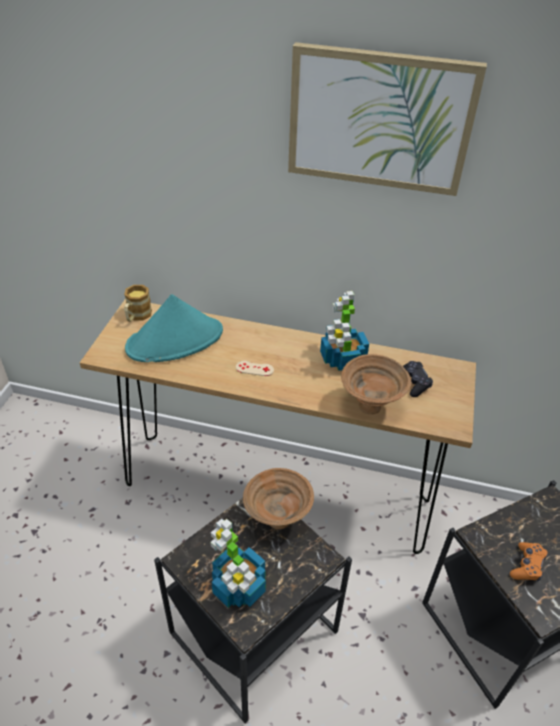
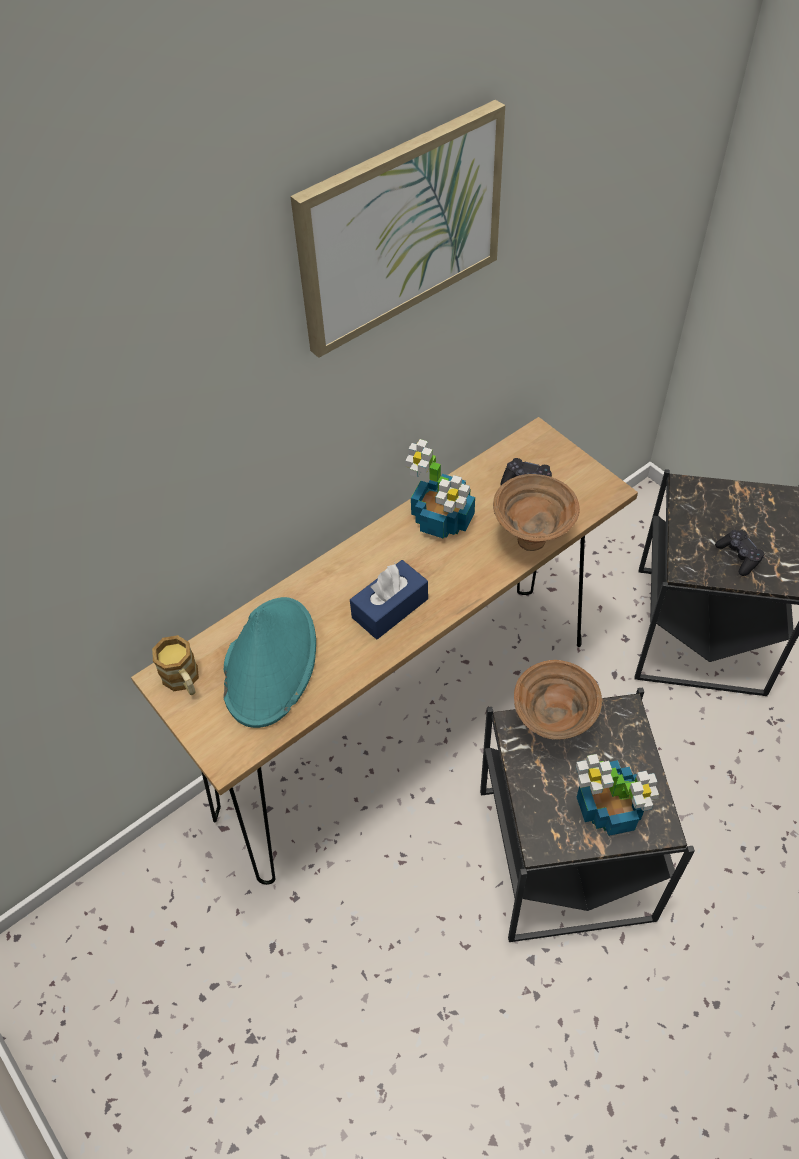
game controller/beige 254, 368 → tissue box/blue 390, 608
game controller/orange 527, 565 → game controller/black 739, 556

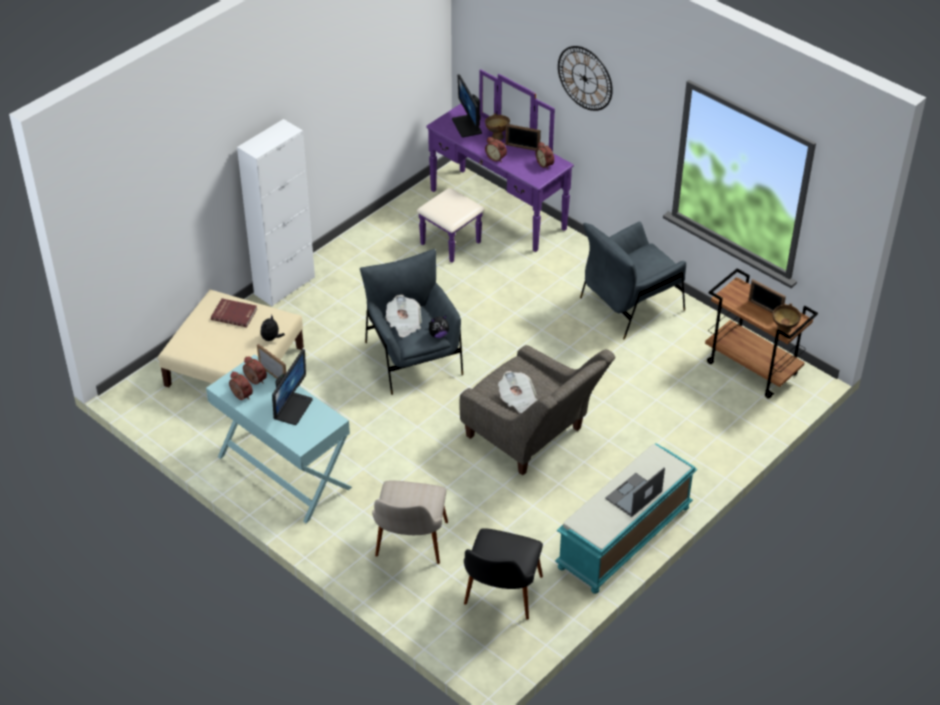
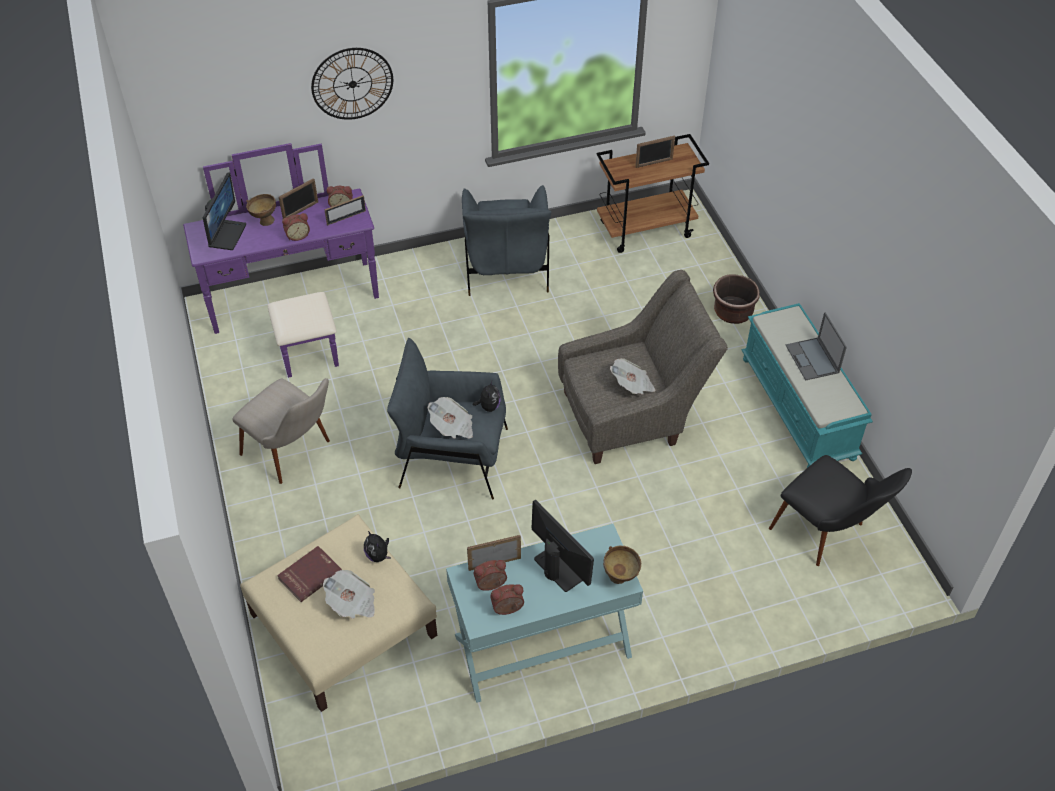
cabinet/white 284, 286 → -
chair/beige 409, 549 → chair/beige 295, 455, moved
monitor 467, 126 → monitor 226, 234, 90 degrees counterclockwise
bowl/brown 784, 330 → bowl/brown 621, 578, moved
- → newspaper 352, 603
- → picture frame 346, 217
- → planter/brown 732, 312

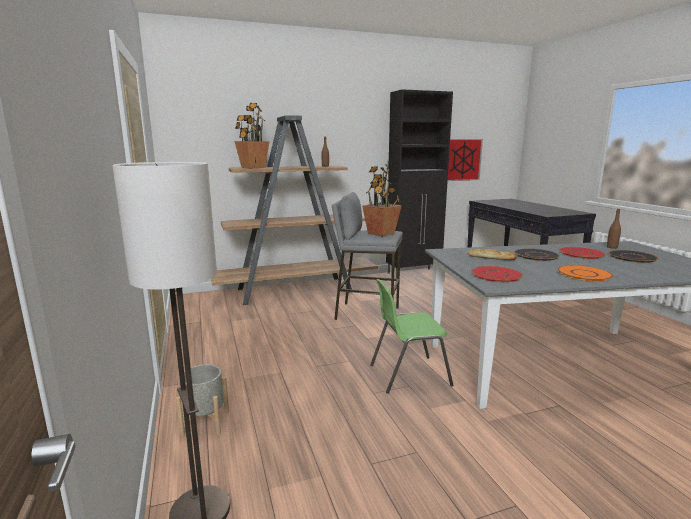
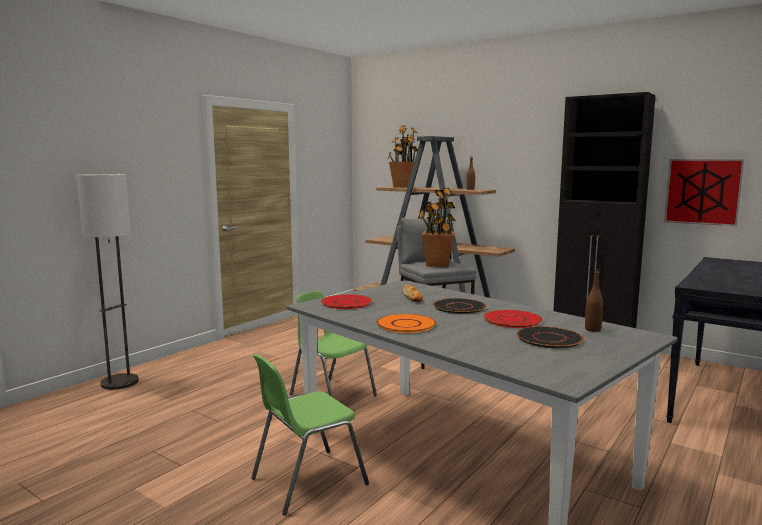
planter/grey 205, 423 → -
- → chair/green 307, 481

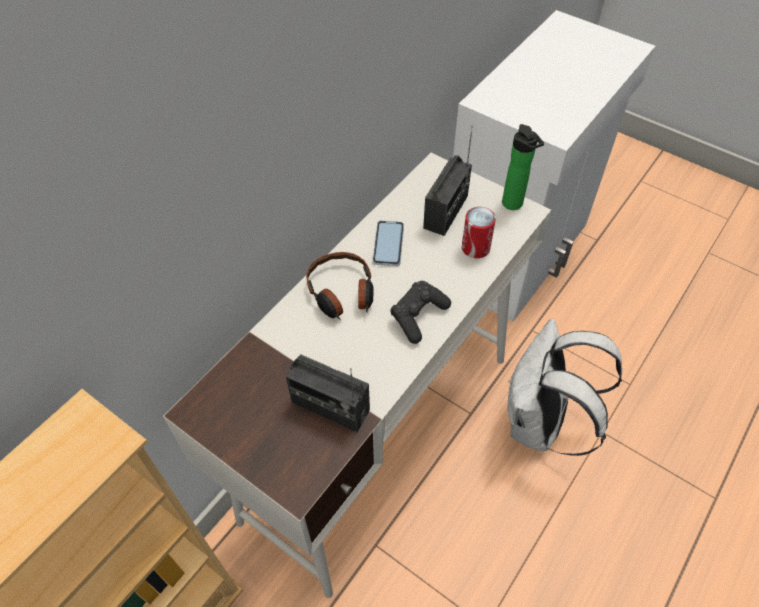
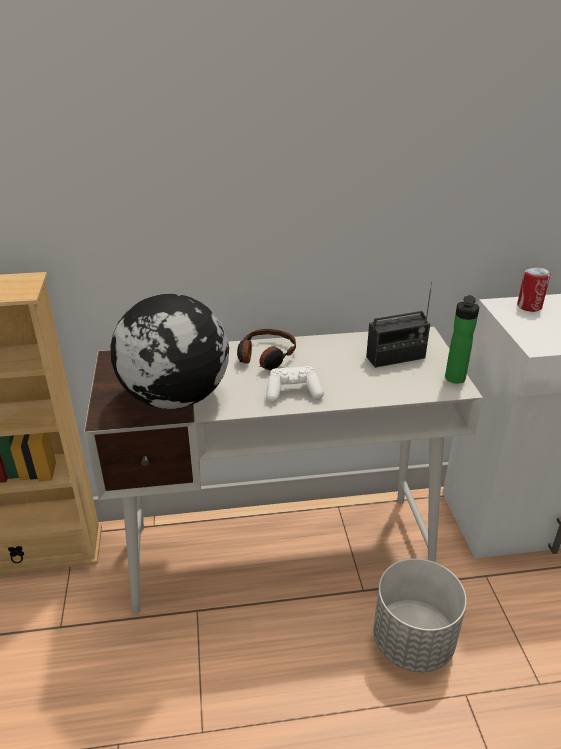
radio 330, 407 → globe 176, 398
phone 388, 244 → -
game controller/black 418, 316 → game controller/white 293, 392
can 475, 248 → can 529, 306, moved
backpack/white 540, 424 → planter/grey 412, 642

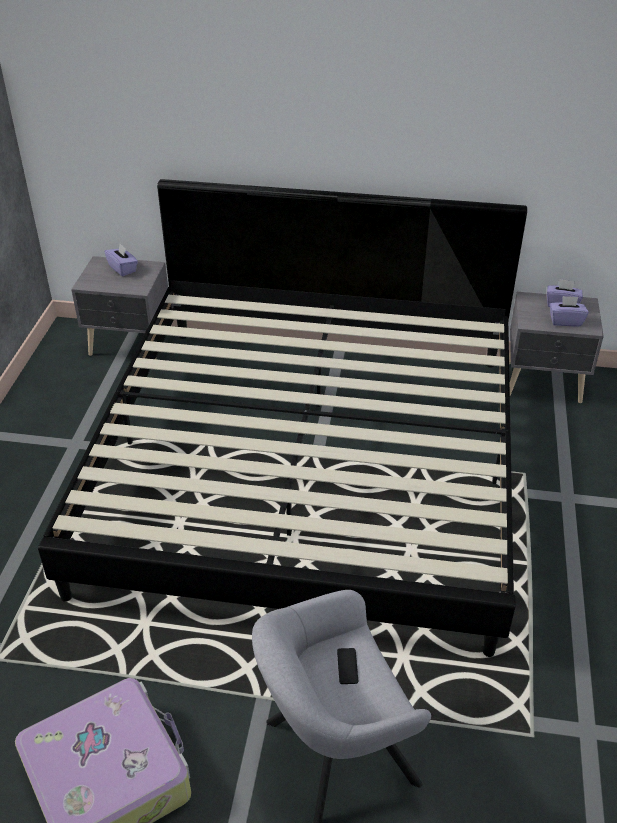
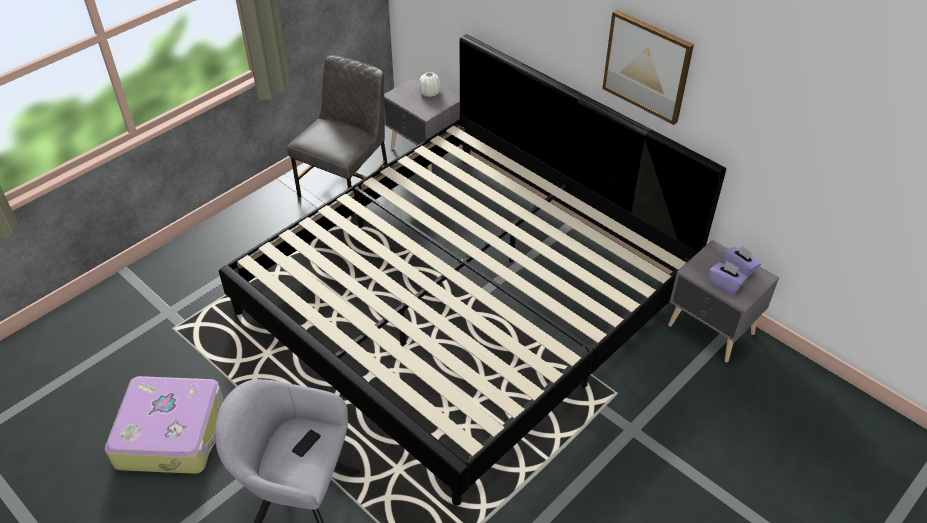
tissue box/purple 123, 269 → vase/white 429, 92
- → chair/grey 347, 186
- → picture 647, 66

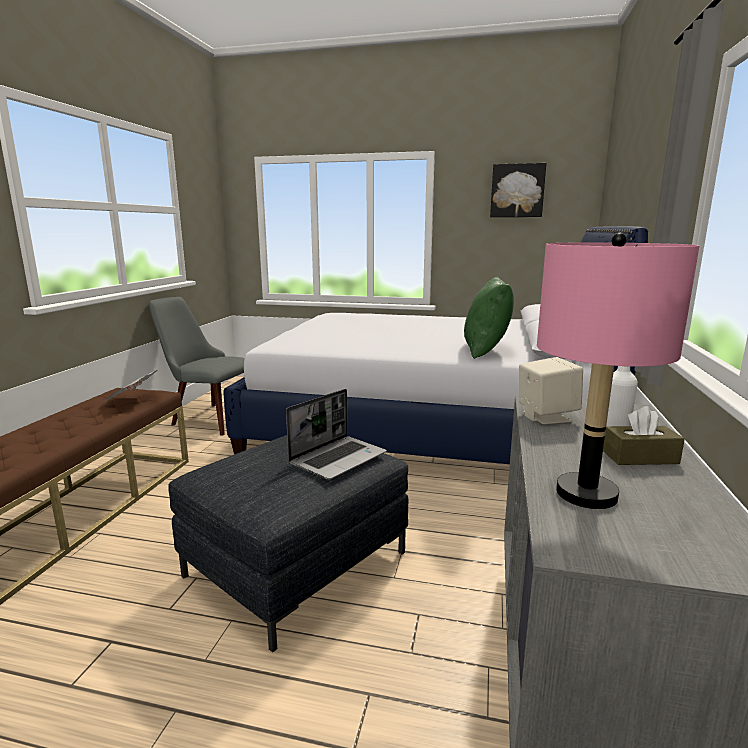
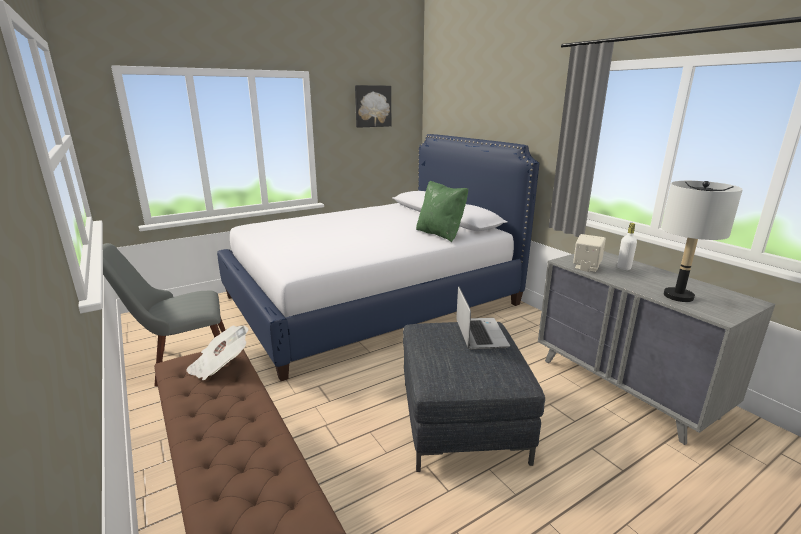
table lamp/pink 586, 494 → table lamp/grey 678, 296
tissue box/brown 640, 457 → -

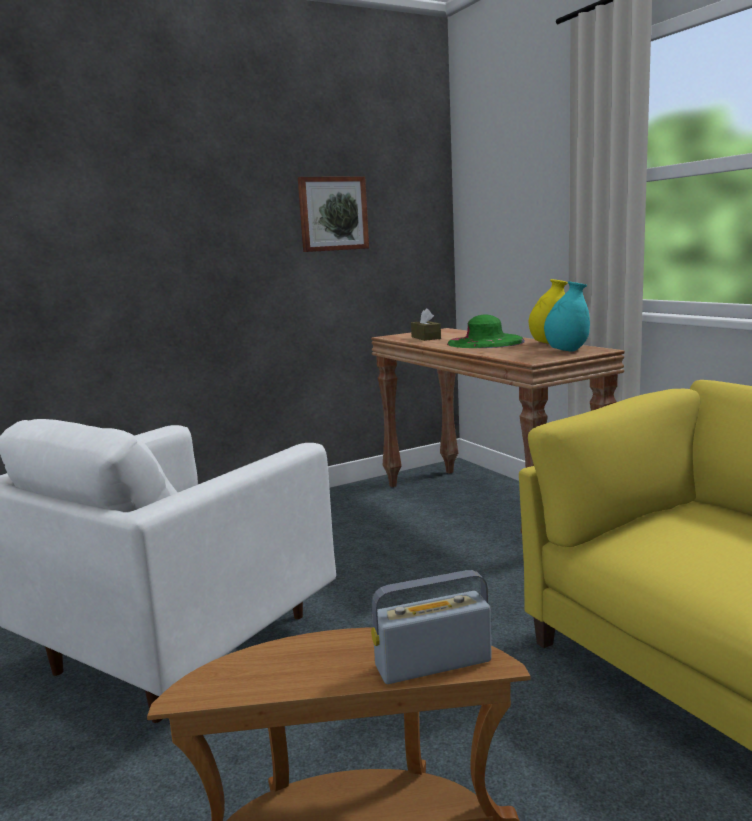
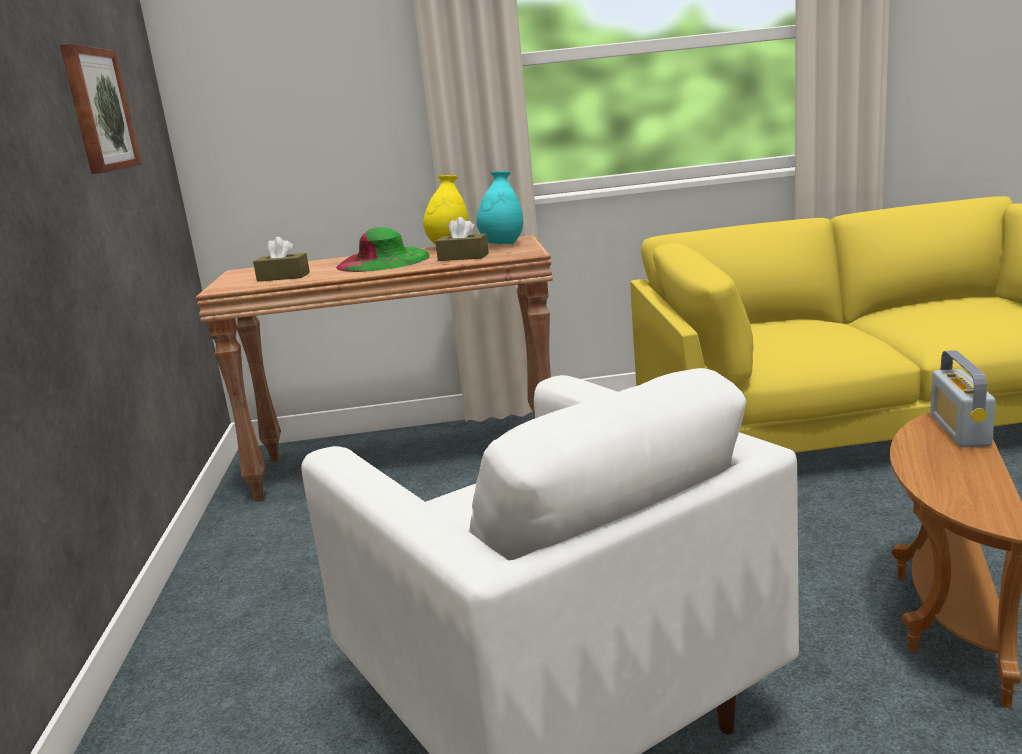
- → tissue box/brown 463, 257

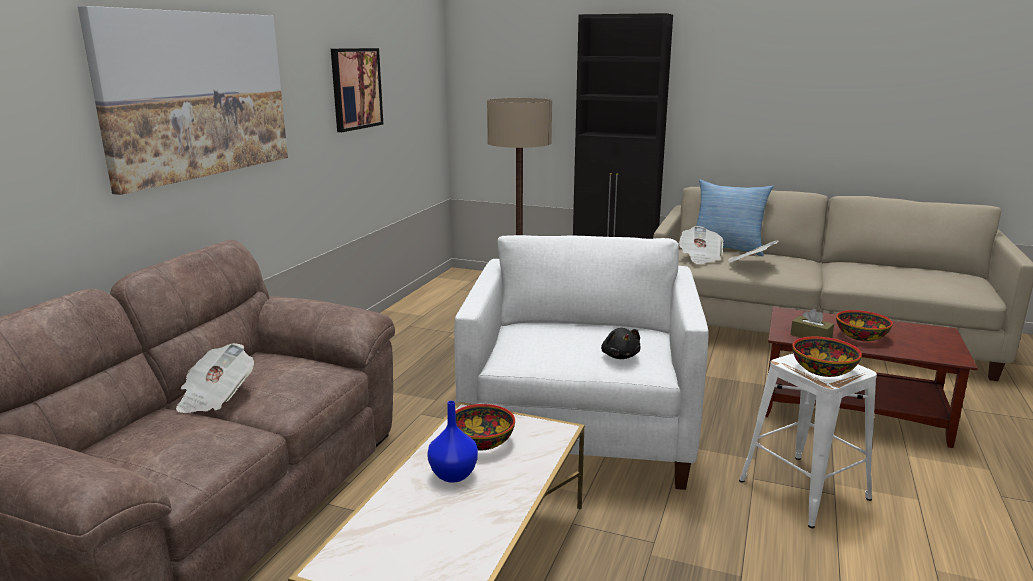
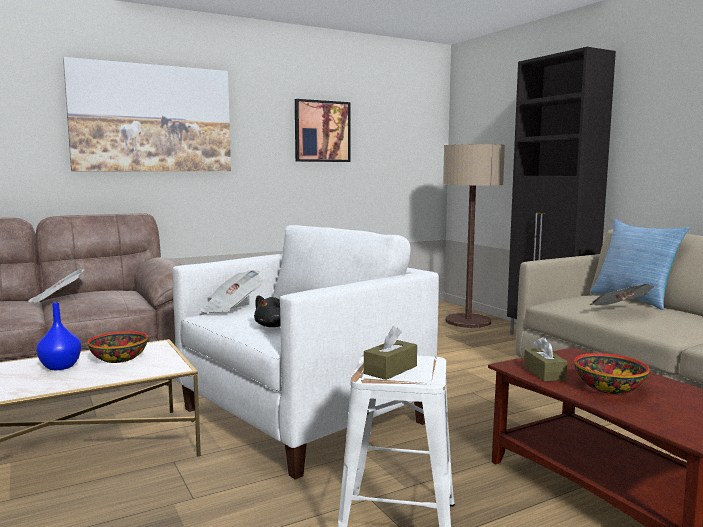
newspaper 700, 257 → newspaper 231, 308, moved
bowl 822, 370 → tissue box/brown 390, 370

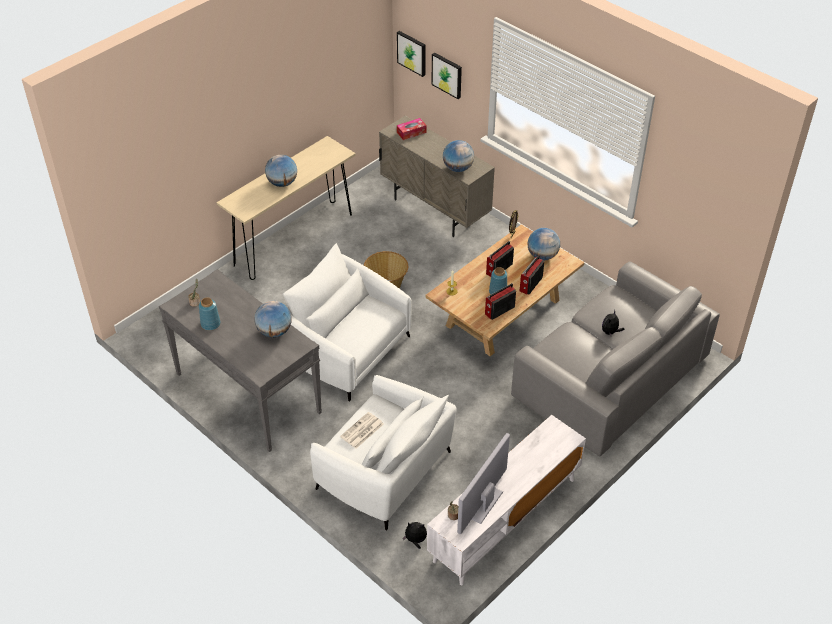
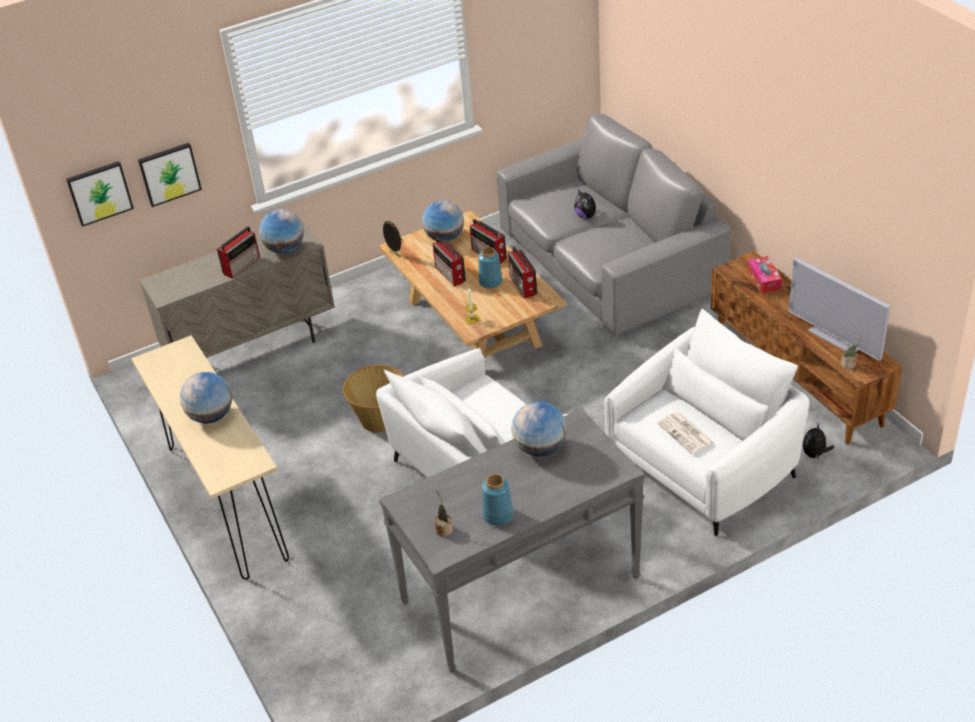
tissue box 411, 132 → tissue box 764, 279, moved
tv stand/white 505, 520 → tv stand/brown 797, 376
- → radio 242, 265

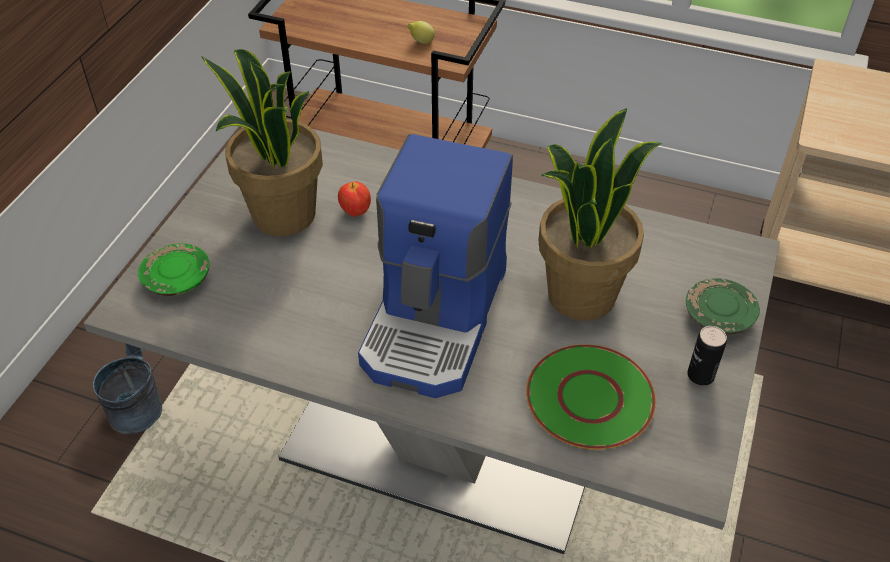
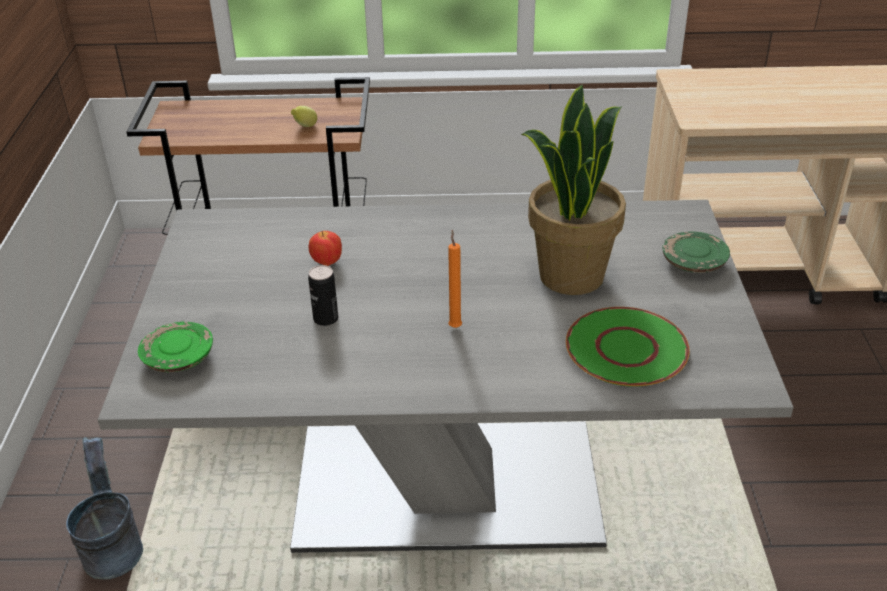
potted plant 282, 215 → -
coffee machine 437, 320 → candle/orange 455, 326
can 700, 375 → can 326, 319, moved

